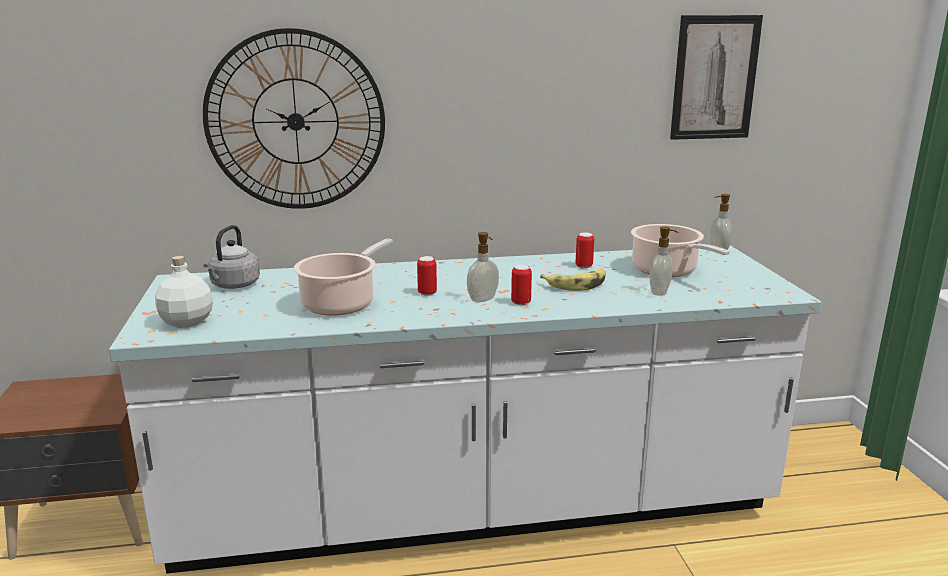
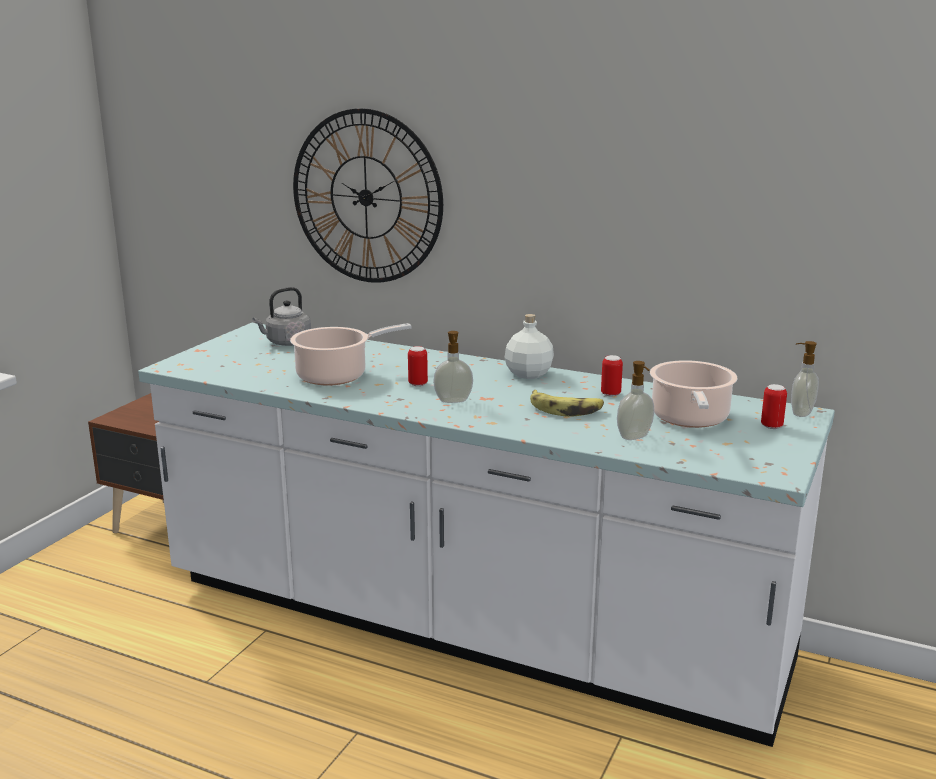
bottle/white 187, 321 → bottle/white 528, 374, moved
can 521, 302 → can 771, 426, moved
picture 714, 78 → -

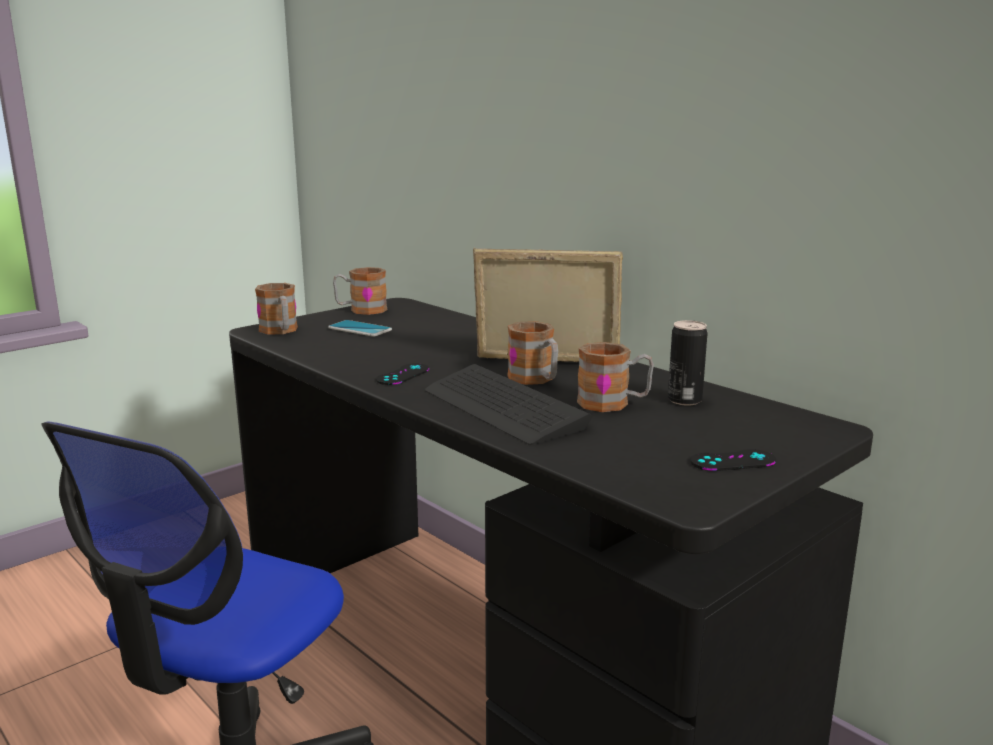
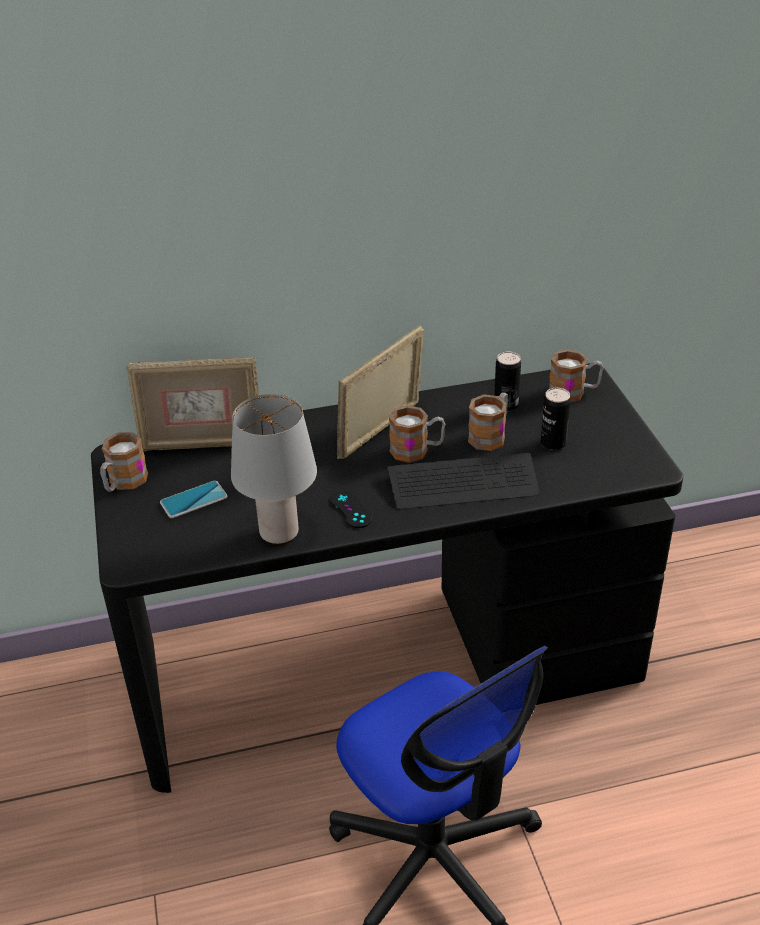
mug 280, 331 → mug 574, 392, moved
game controller/black 733, 461 → -
- → picture frame 202, 444
- → table lamp/grey 278, 533
- → can 553, 443

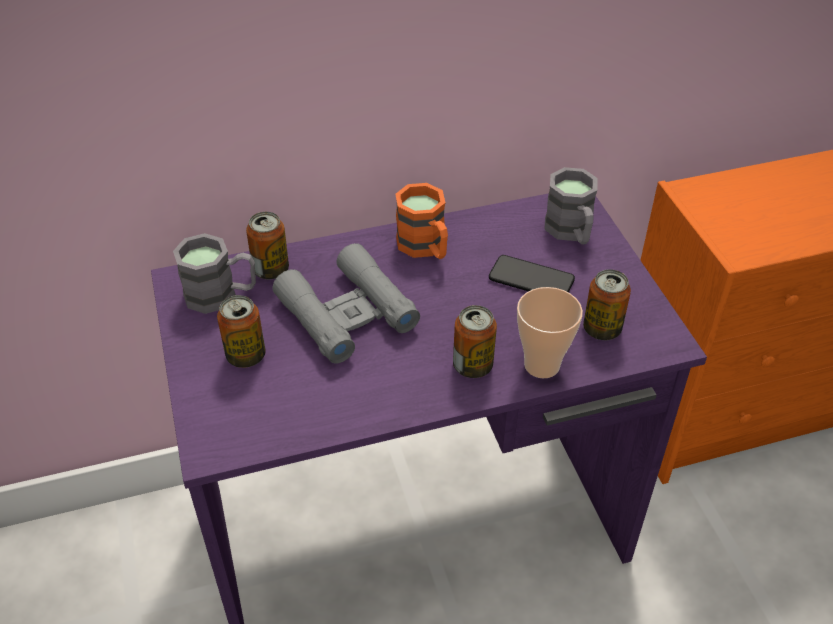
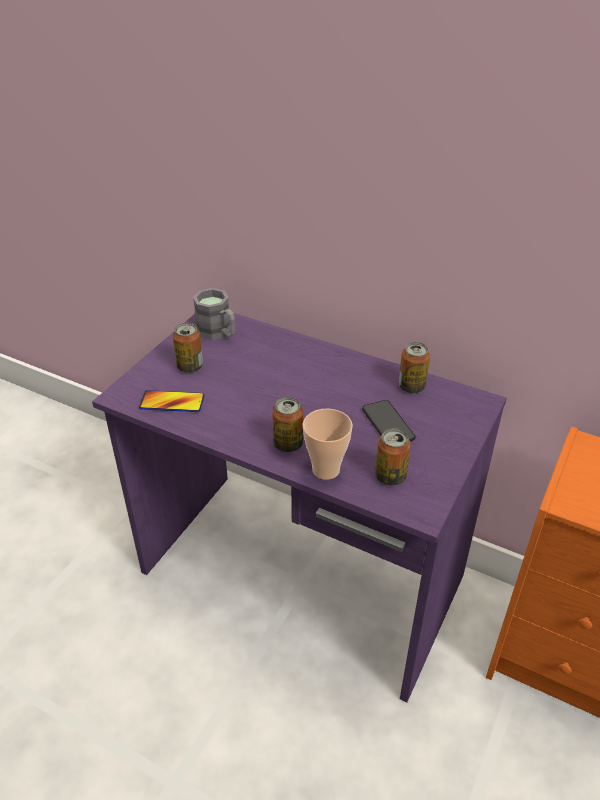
can 271, 270 → can 411, 386, moved
binoculars/grey 347, 313 → -
mug/orange 425, 248 → -
mug/grey 571, 232 → -
- → phone 172, 402

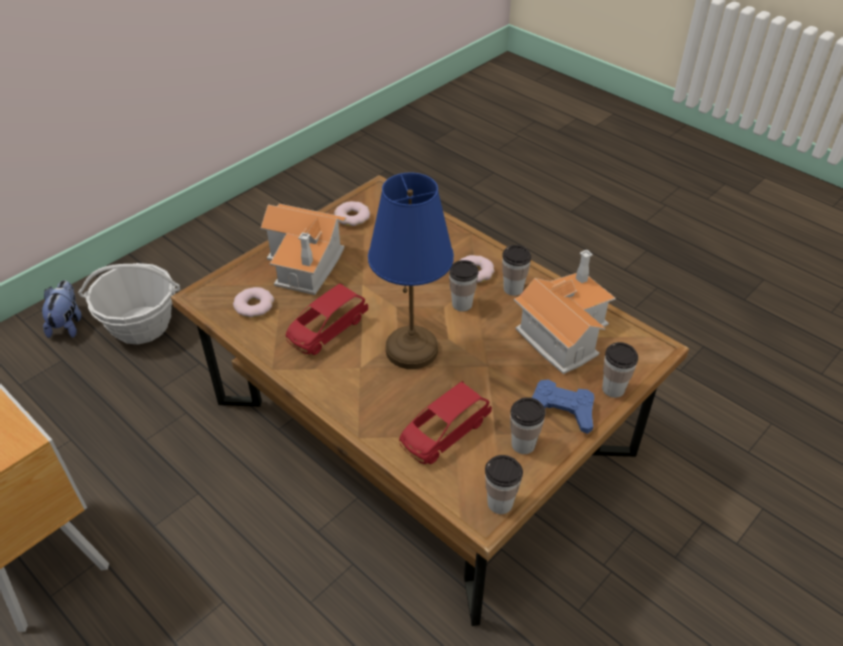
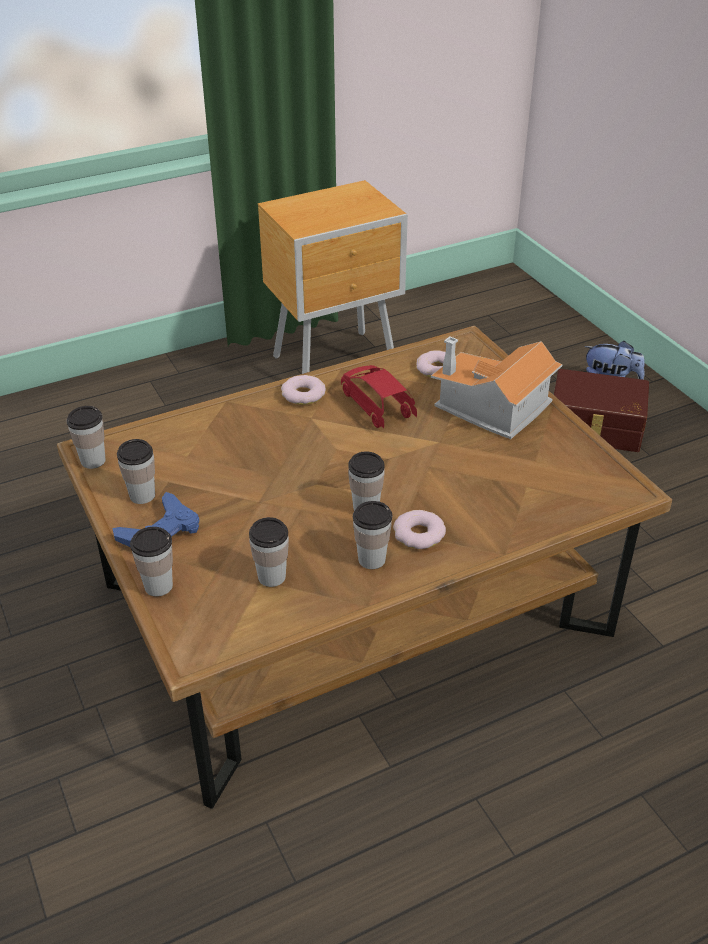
basket 141, 325 → storage box/brown 595, 428
donut 352, 217 → donut 303, 394, moved
table lamp/blue 413, 349 → -
toy car/red 444, 433 → -
toy house 563, 331 → cup 271, 577

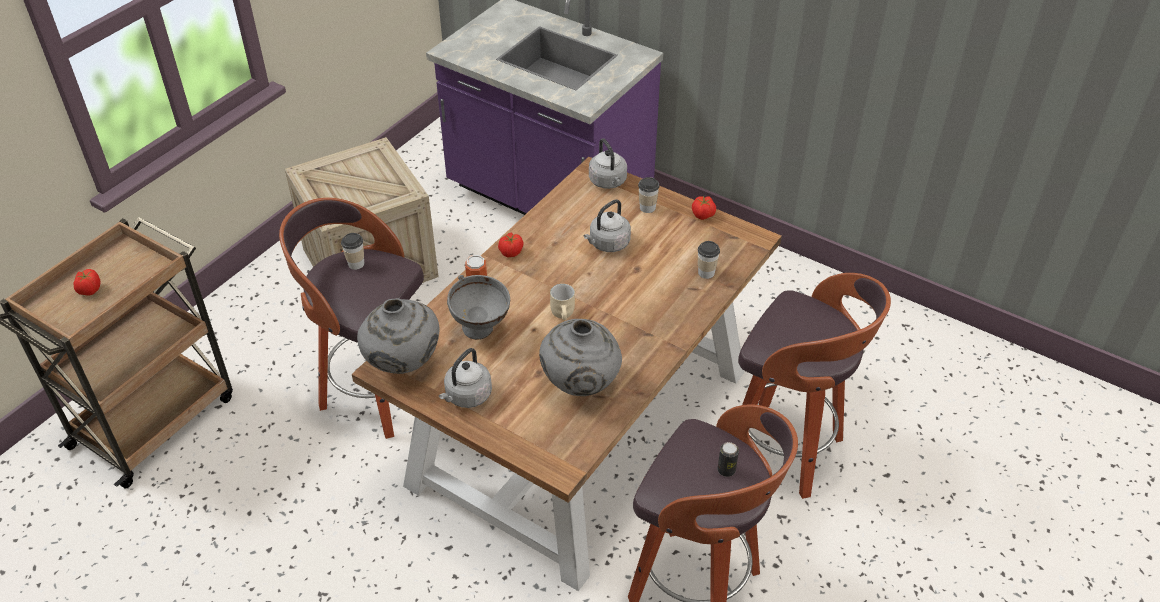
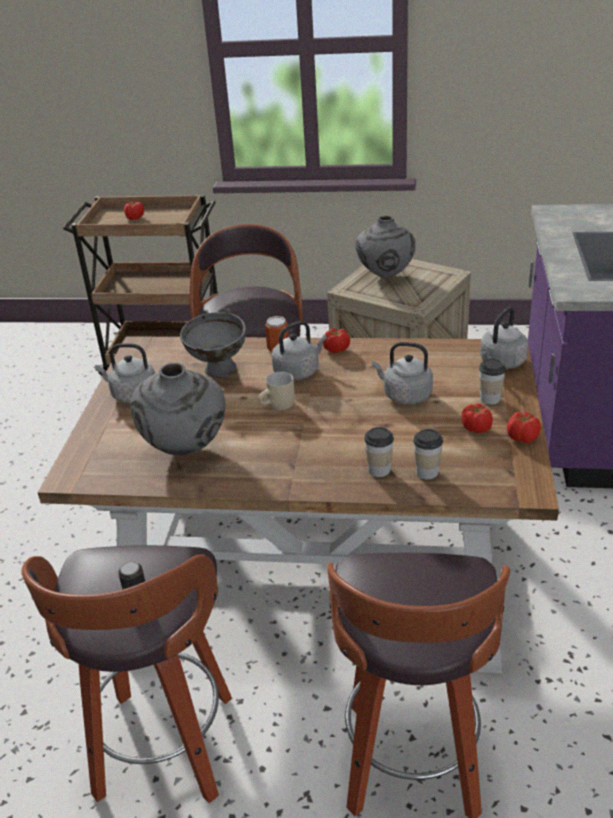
cup 356, 264 → cup 379, 470, moved
vase/grey 403, 365 → vase/grey 385, 276, moved
- → kettle/grey 298, 371
- → tomato 476, 428

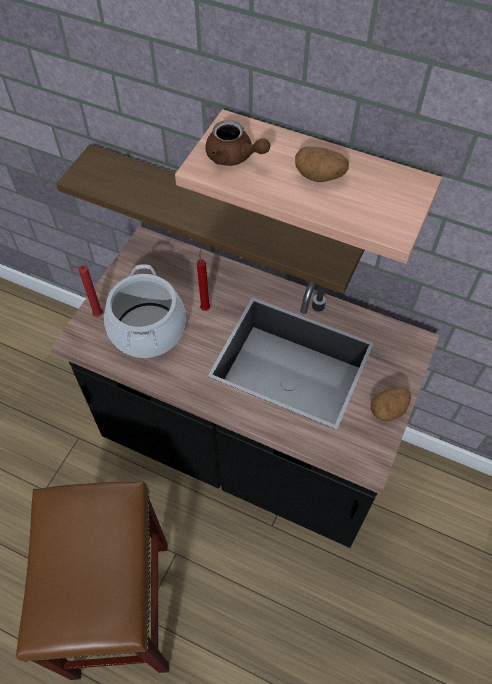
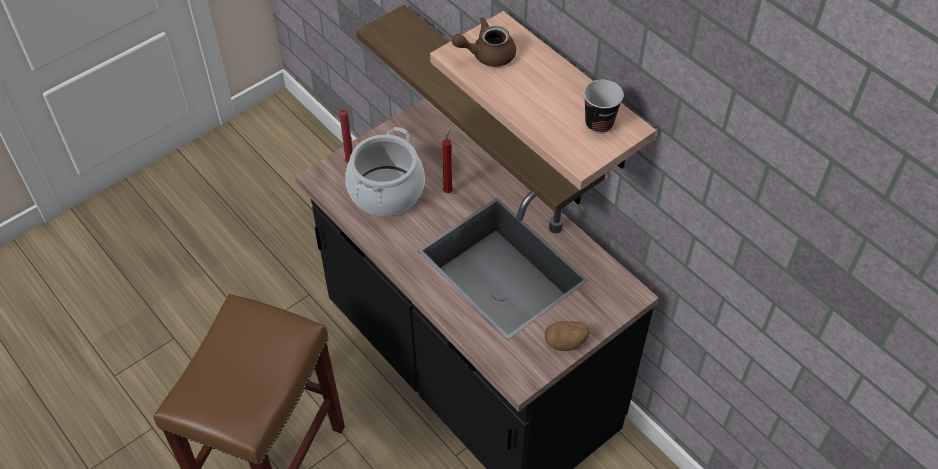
teapot/brown 234, 157 → teapot/brown 487, 55, 105 degrees clockwise
potato 320, 176 → -
- → cup 599, 123

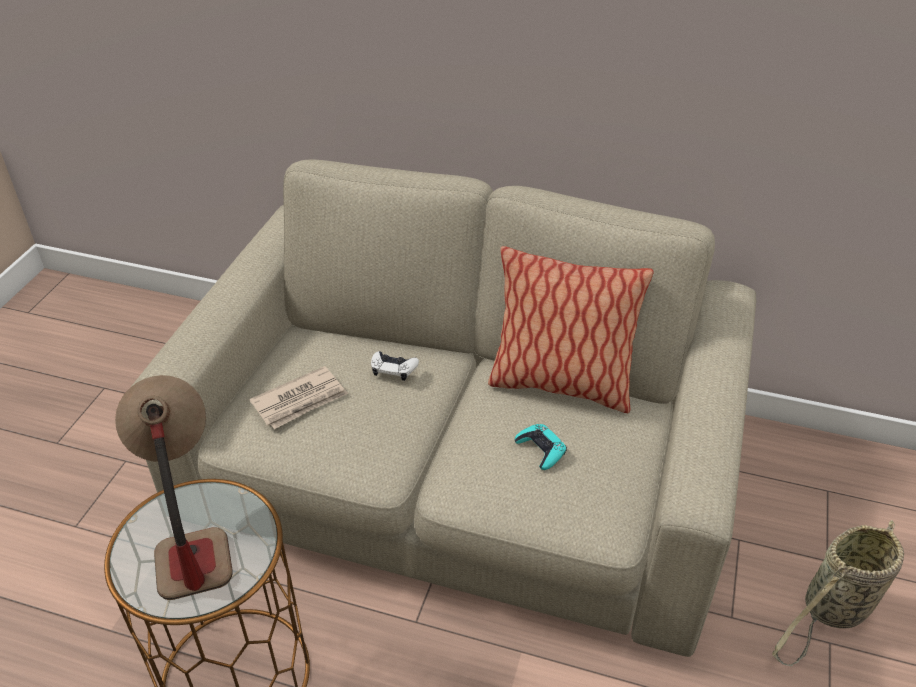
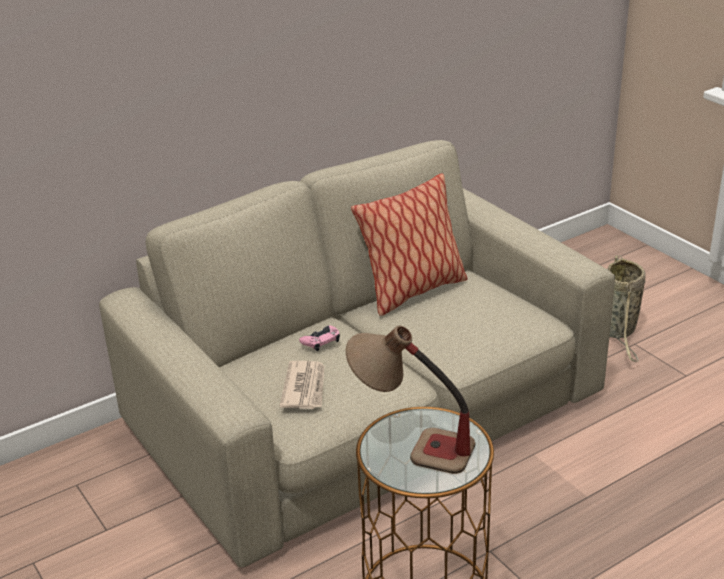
game controller/white 393, 368 → game controller/pink 321, 341
game controller/turquoise 541, 450 → -

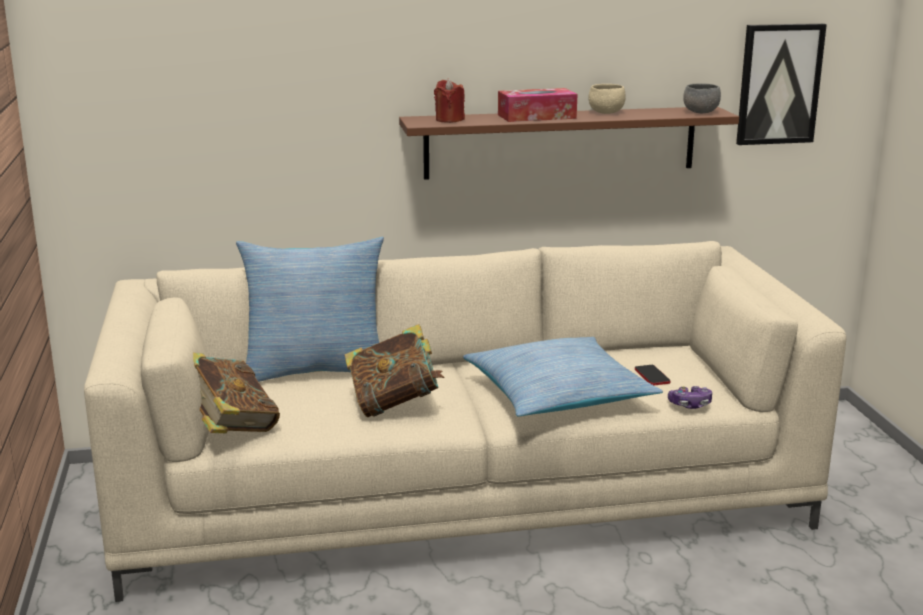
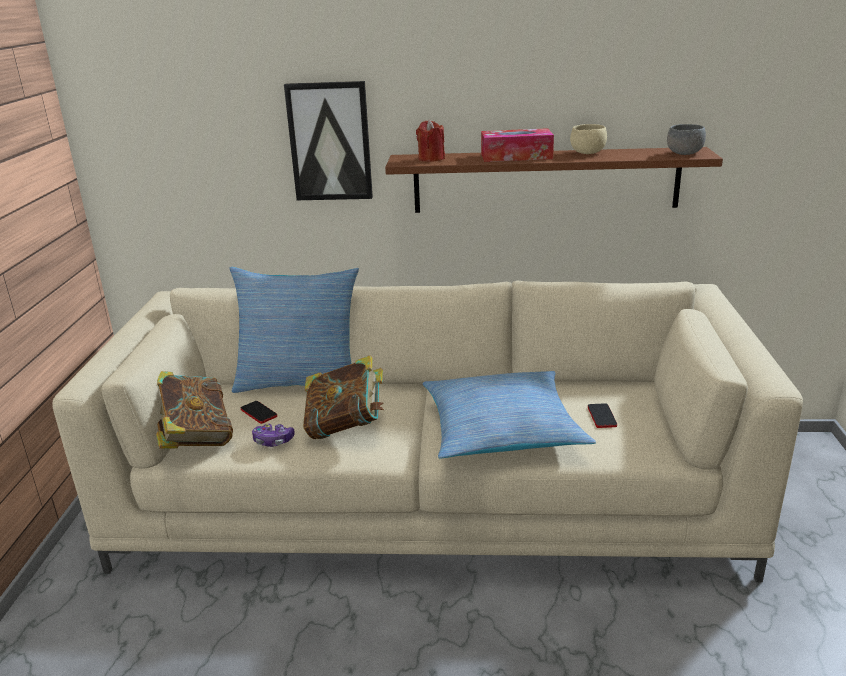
game controller 690, 404 → game controller 273, 441, moved
picture 779, 84 → picture 330, 141, moved
- → phone 258, 413

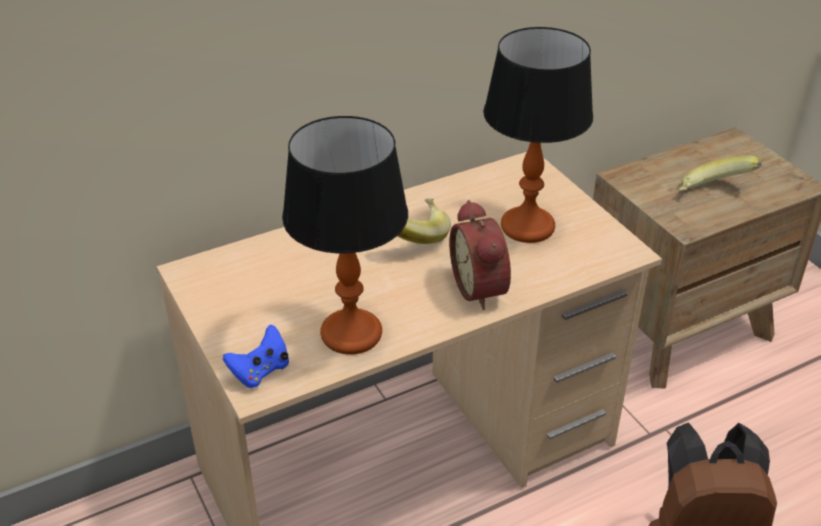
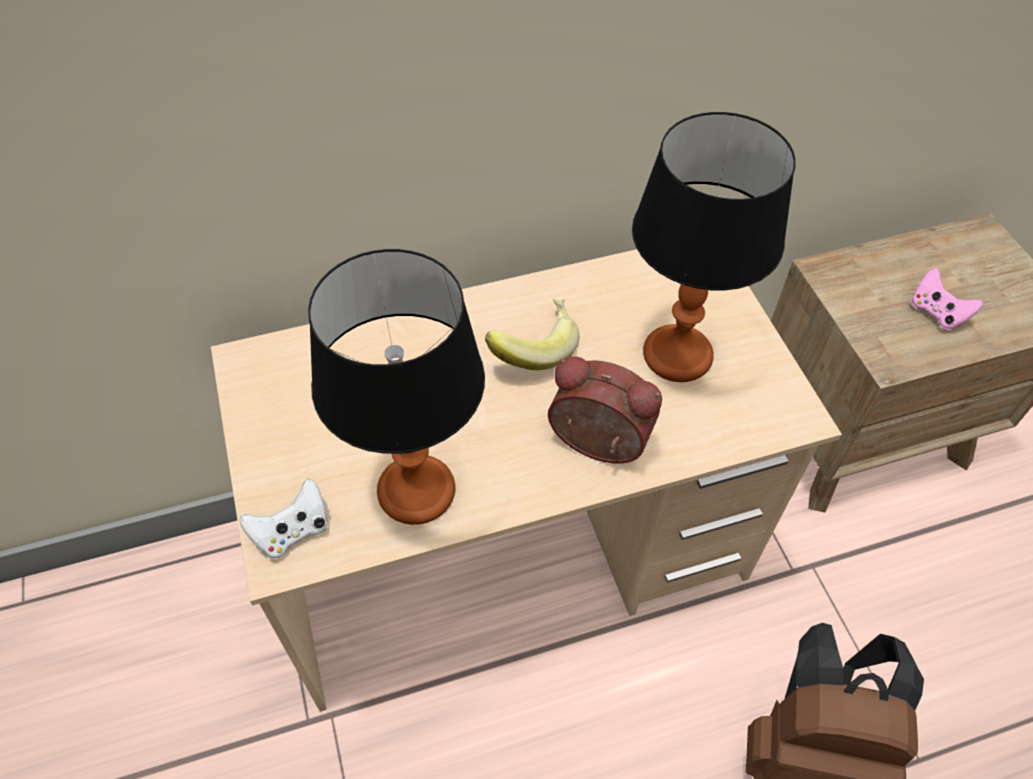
game controller/blue 260, 371 → game controller/white 292, 531
alarm clock 482, 288 → alarm clock 597, 445, 120 degrees clockwise
banana 713, 193 → game controller/pink 937, 313

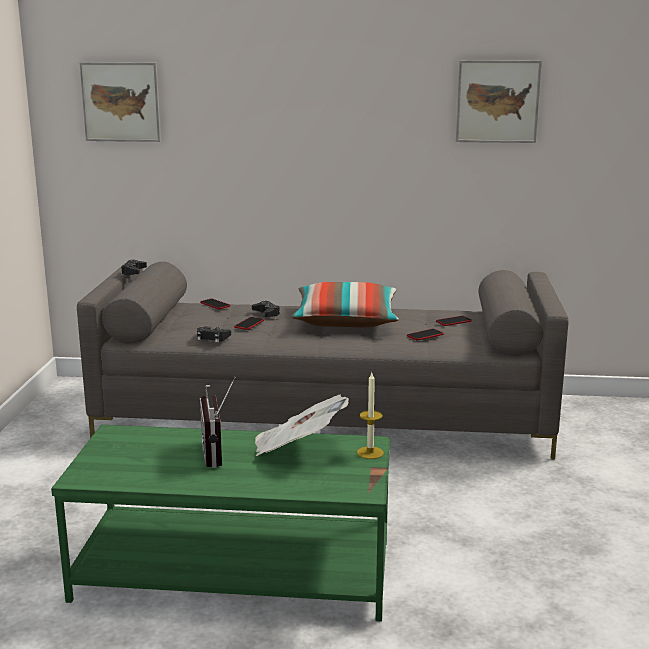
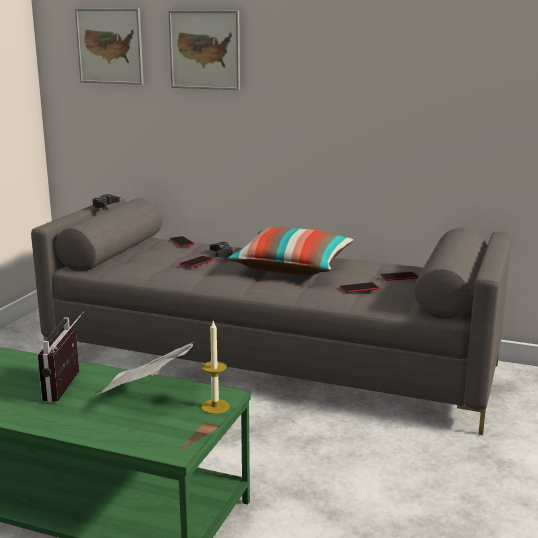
game controller/black 212, 337 → -
picture 497, 101 → picture 205, 50, moved

